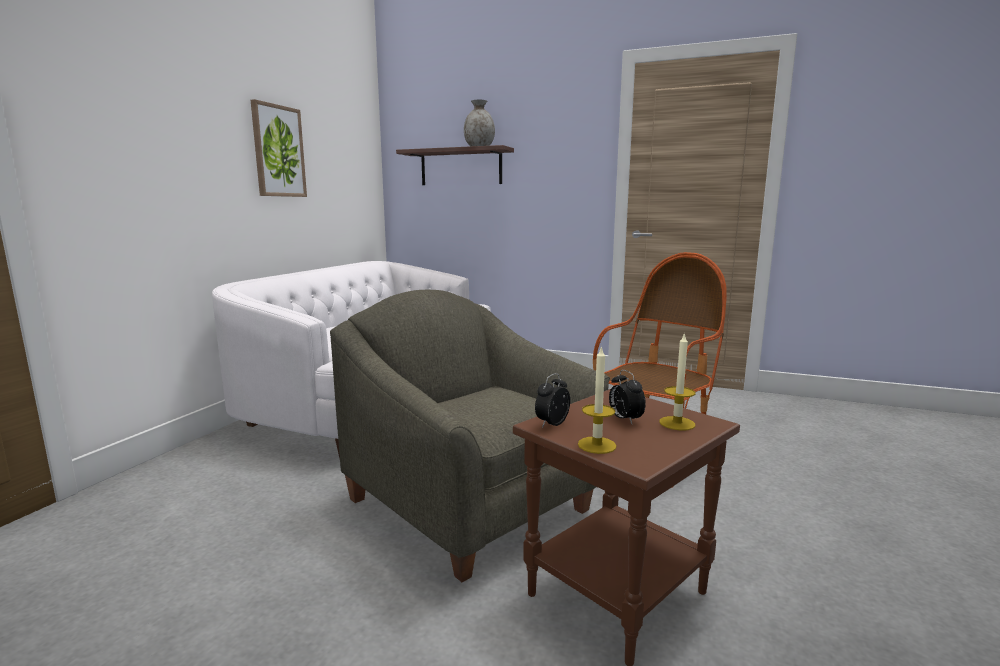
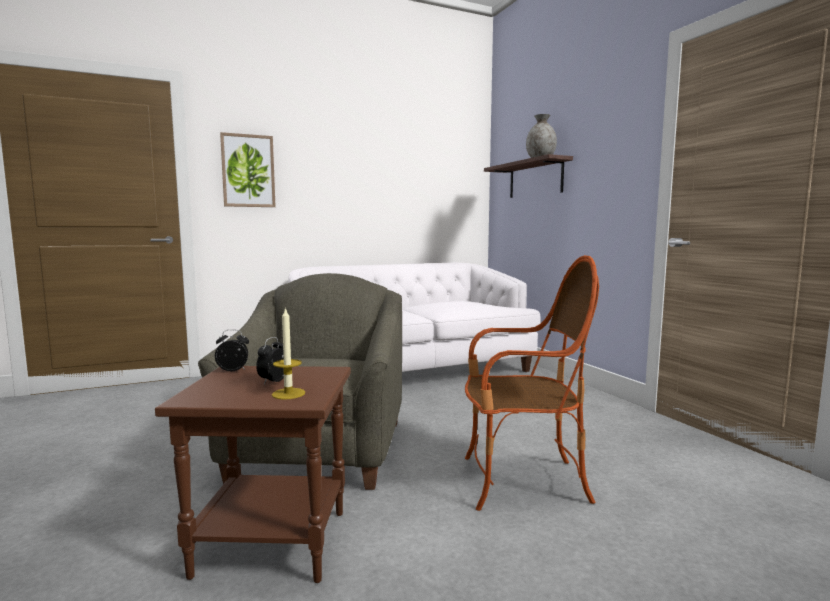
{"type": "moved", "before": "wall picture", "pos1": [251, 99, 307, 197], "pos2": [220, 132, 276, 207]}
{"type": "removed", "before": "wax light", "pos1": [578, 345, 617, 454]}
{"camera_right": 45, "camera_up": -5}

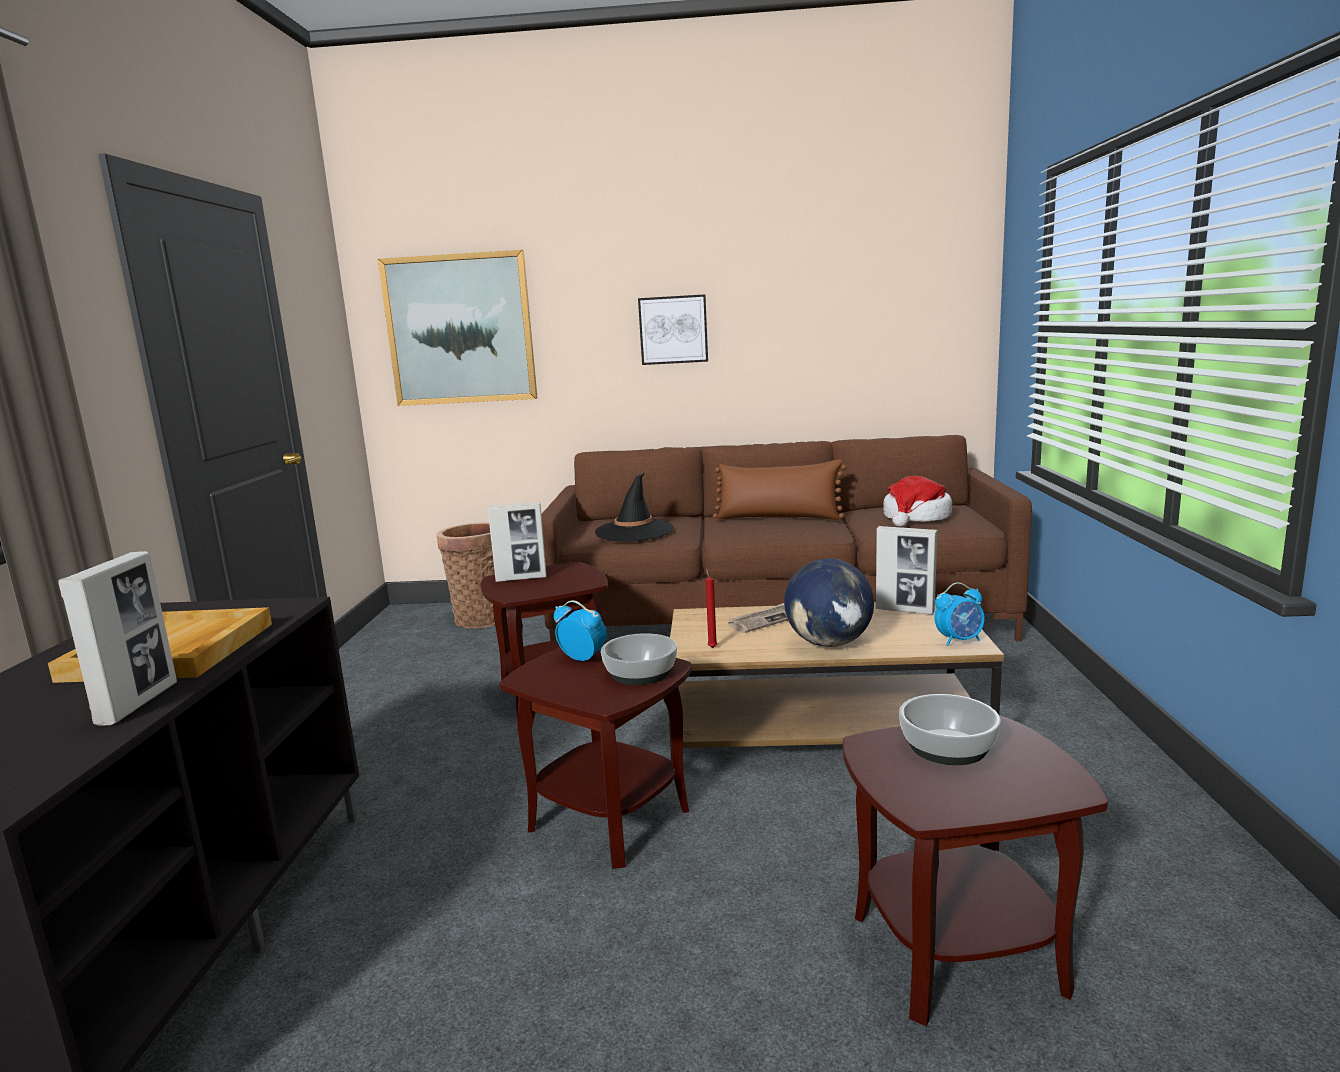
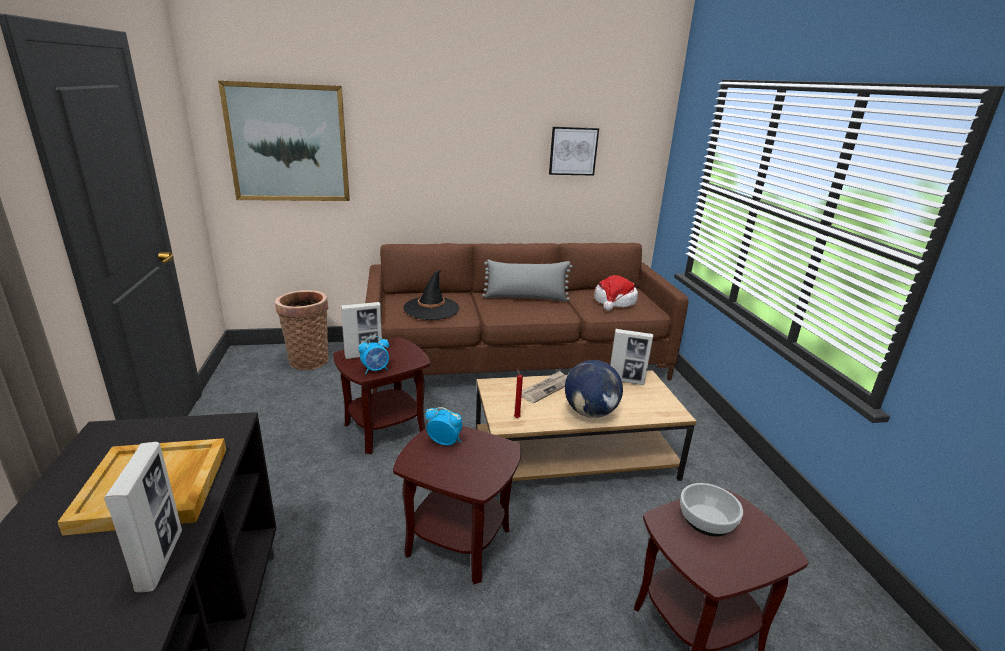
{"type": "moved", "before": "wall picture", "pos1": [638, 294, 708, 365], "pos2": [549, 127, 599, 176]}
{"type": "recoloured", "before": "brown pillow", "after": "greyish pillow", "pos1": [713, 459, 846, 520], "pos2": [482, 260, 572, 302]}
{"type": "moved", "before": "table clock", "pos1": [934, 582, 985, 646], "pos2": [358, 336, 389, 374]}
{"type": "removed", "before": "serving bowl", "pos1": [601, 633, 677, 685]}
{"camera_right": -15, "camera_up": 10}

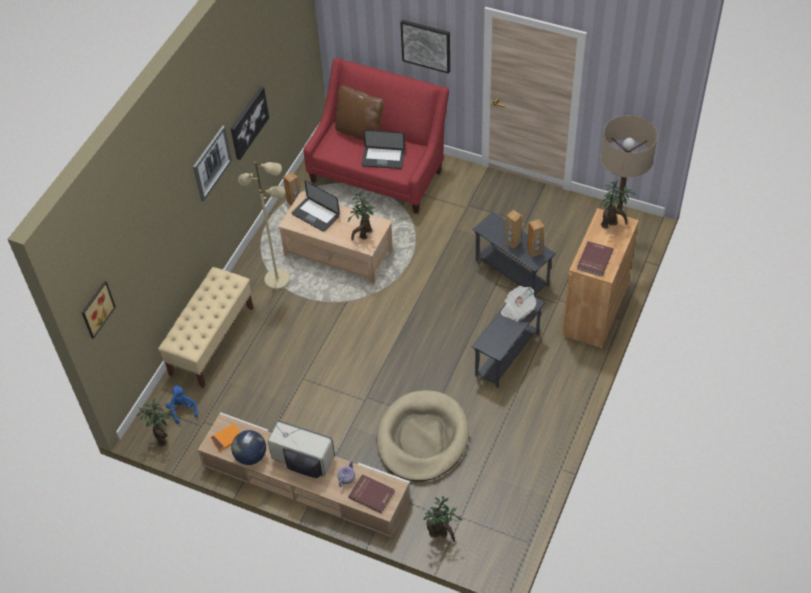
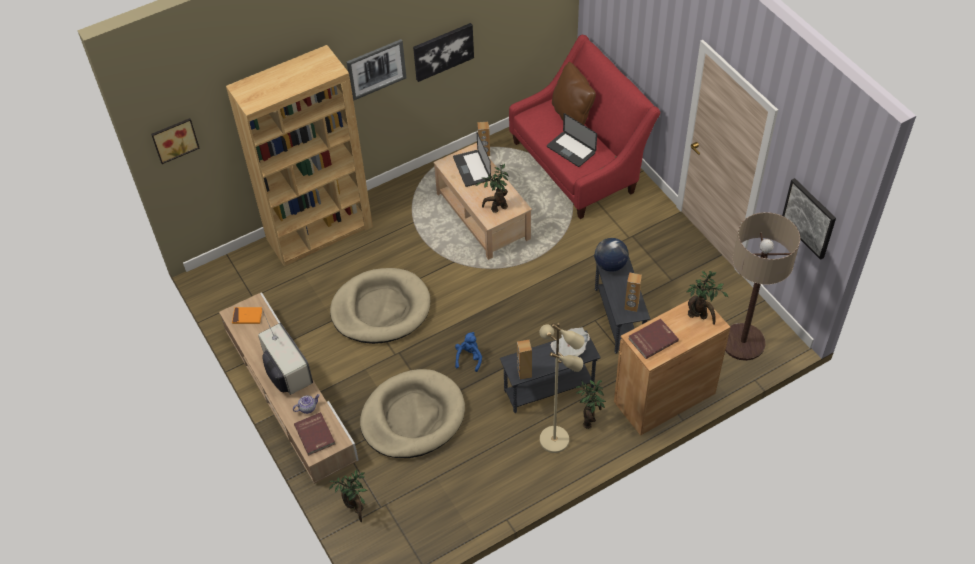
{"type": "moved", "before": "wall picture", "pos1": [400, 20, 450, 74], "pos2": [782, 178, 836, 260]}
{"type": "moved", "before": "sand-coloured floor lamp", "pos1": [238, 161, 290, 290], "pos2": [539, 323, 585, 453]}
{"type": "moved", "before": "brown speaker", "pos1": [505, 210, 522, 249], "pos2": [517, 340, 532, 380]}
{"type": "replaced", "before": "sand-coloured long seat", "after": "brown bookshelf", "pos1": [158, 267, 253, 388], "pos2": [226, 45, 373, 266]}
{"type": "moved", "before": "bluish plush toy", "pos1": [166, 385, 198, 424], "pos2": [455, 332, 482, 372]}
{"type": "moved", "before": "potted plant", "pos1": [137, 399, 171, 447], "pos2": [575, 380, 606, 429]}
{"type": "moved", "before": "desk globe", "pos1": [231, 430, 266, 465], "pos2": [595, 238, 629, 272]}
{"type": "added", "after": "sand-coloured dog bed", "pos2": [330, 268, 430, 344]}
{"camera_right": 35, "camera_up": 0}

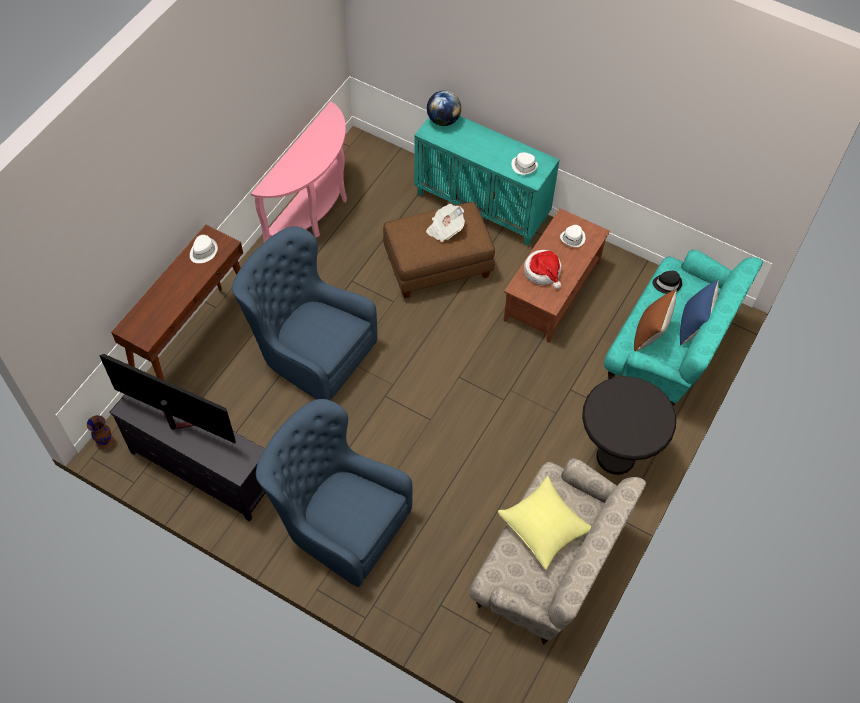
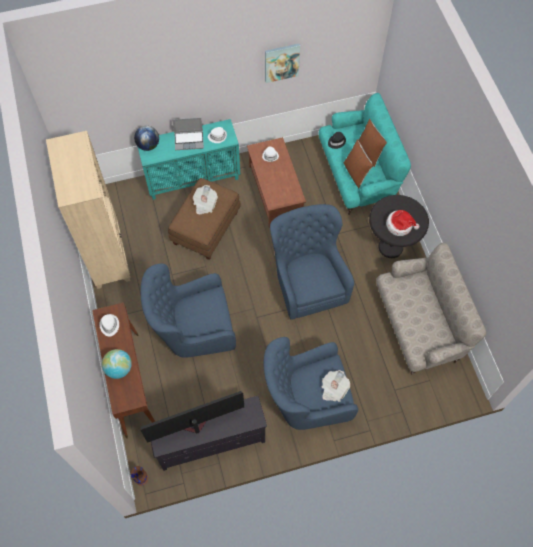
{"type": "replaced", "before": "pinkish hall table", "after": "sand-coloured bookshelf", "pos1": [251, 101, 347, 243], "pos2": [46, 131, 131, 289]}
{"type": "moved", "before": "clothing hat", "pos1": [524, 250, 562, 289], "pos2": [386, 210, 419, 236]}
{"type": "recoloured", "before": "bluish pillow", "after": "brown pillow", "pos1": [680, 279, 719, 346], "pos2": [358, 119, 387, 167]}
{"type": "removed", "before": "yellowish pillow", "pos1": [498, 476, 592, 570]}
{"type": "added", "after": "wall picture", "pos2": [265, 44, 300, 83]}
{"type": "added", "after": "portable computer", "pos2": [172, 117, 204, 150]}
{"type": "added", "after": "bluish lounge chair", "pos2": [270, 204, 354, 320]}
{"type": "added", "after": "desk globe", "pos2": [102, 349, 132, 379]}
{"type": "added", "after": "daily paper", "pos2": [322, 370, 350, 402]}
{"camera_right": -45, "camera_up": 5}

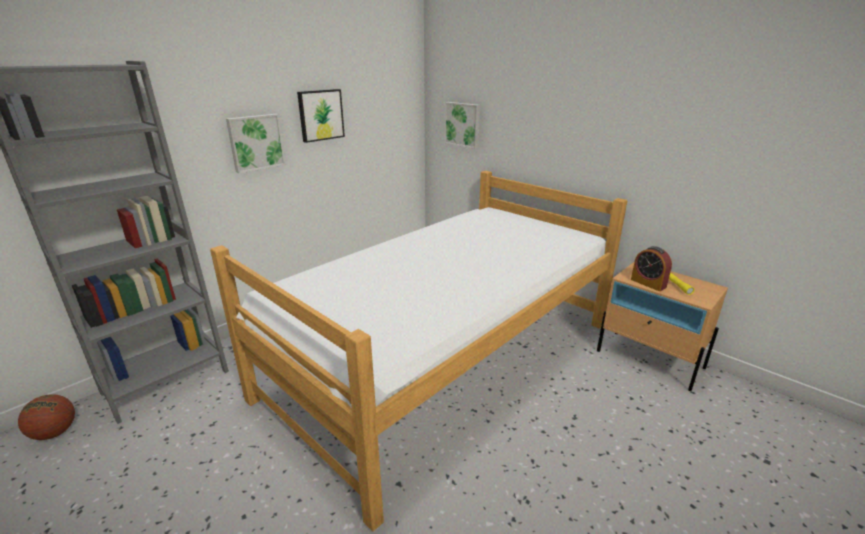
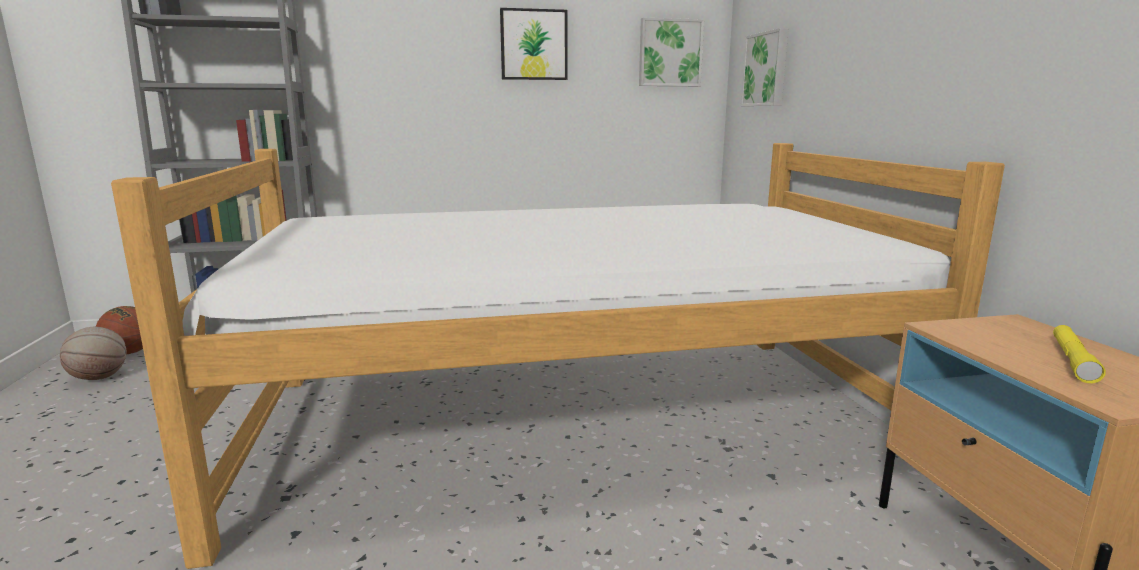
{"type": "moved", "before": "wall picture", "pos1": [226, 114, 286, 173], "pos2": [639, 18, 704, 86]}
{"type": "removed", "before": "table clock", "pos1": [631, 246, 672, 291]}
{"type": "added", "after": "basketball ball", "pos2": [60, 327, 127, 380]}
{"camera_right": 35, "camera_up": -10}

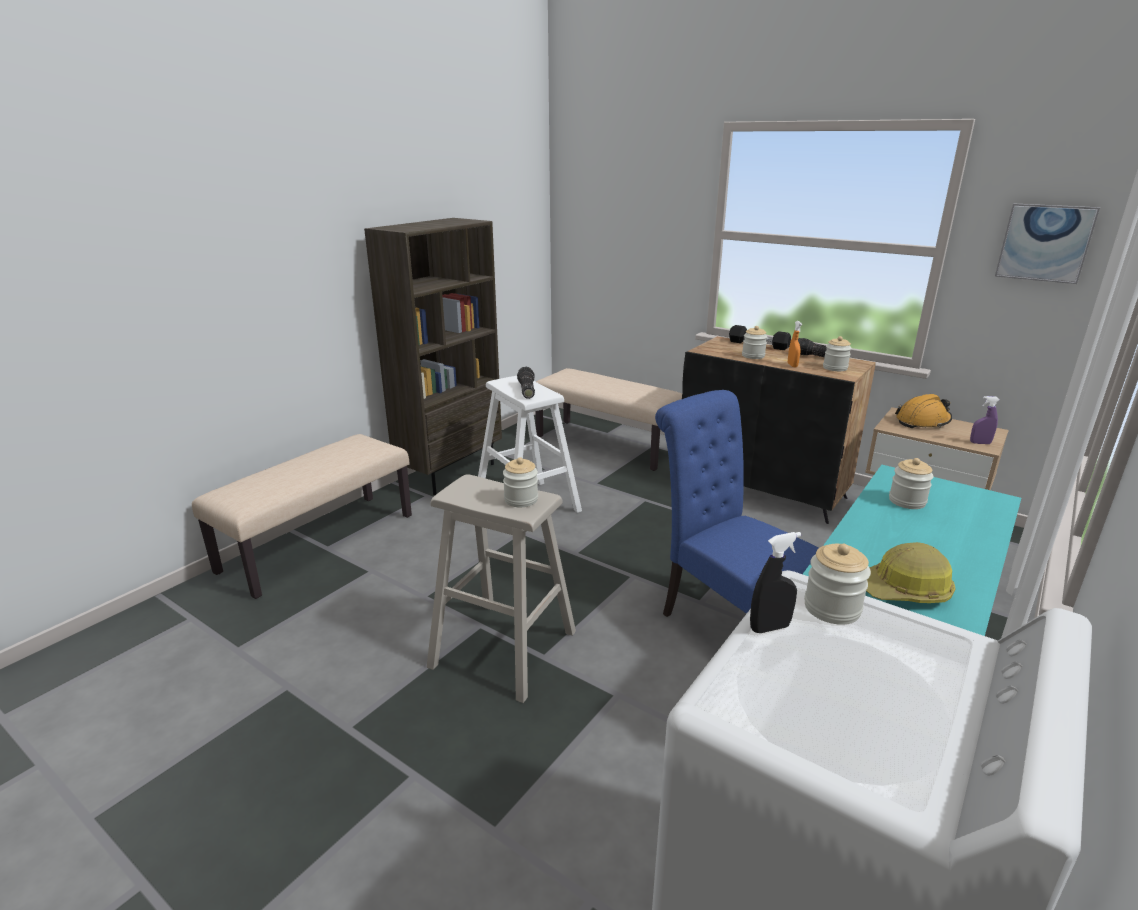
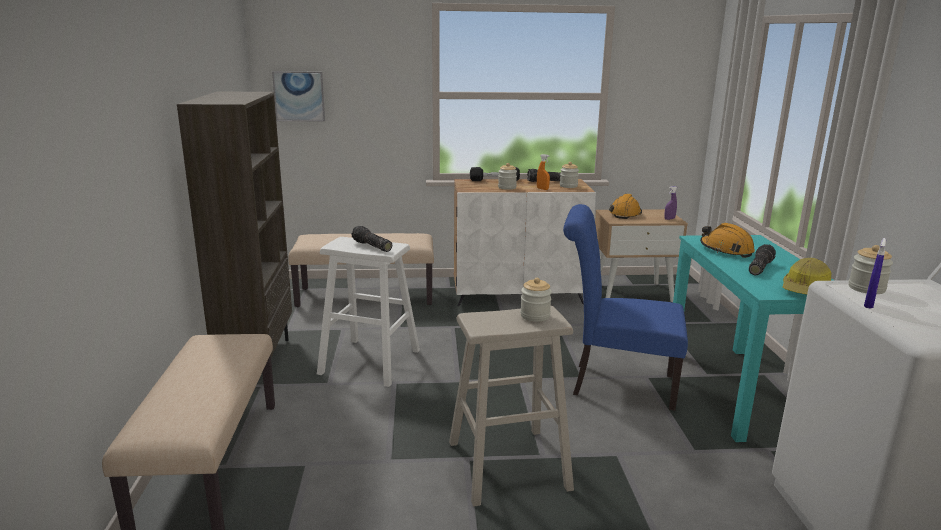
{"type": "moved", "before": "wall picture", "pos1": [995, 204, 1100, 284], "pos2": [272, 71, 325, 121]}
{"type": "recoloured", "before": "black-coloured storage cabinet", "after": "whitish storage cabinet", "pos1": [682, 336, 876, 524], "pos2": [454, 179, 596, 306]}
{"type": "replaced", "before": "preserve jar", "after": "orangey work helmet", "pos1": [889, 458, 934, 509], "pos2": [700, 223, 755, 258]}
{"type": "recoloured", "before": "black-coloured sprayer", "after": "bluish sprayer", "pos1": [750, 532, 801, 633], "pos2": [864, 238, 886, 308]}
{"type": "added", "after": "flashlight", "pos2": [749, 244, 776, 275]}
{"camera_right": -40, "camera_up": -5}

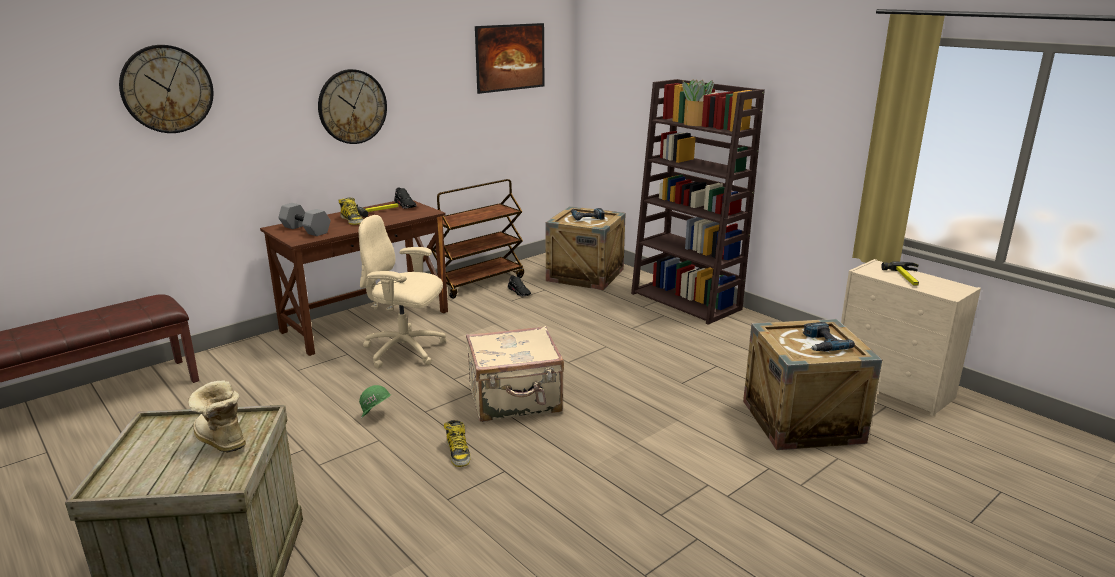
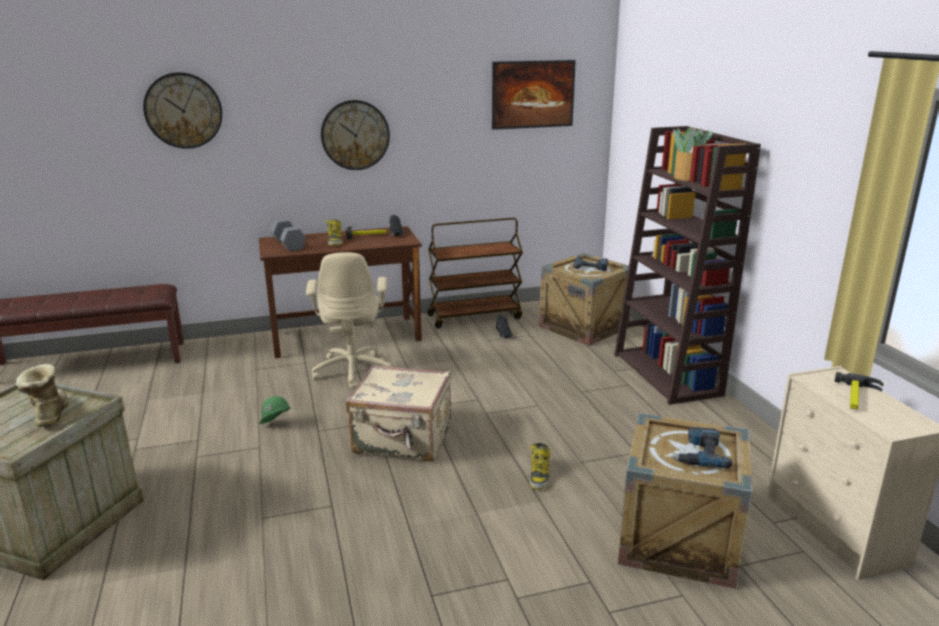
{"type": "turned", "before": "sand-coloured office chair", "pos1": [359, 215, 446, 368], "pos2": [306, 252, 392, 390], "turn": -135}
{"type": "moved", "before": "tall boot", "pos1": [444, 420, 471, 467], "pos2": [530, 443, 550, 490]}
{"camera_right": 25, "camera_up": 0}

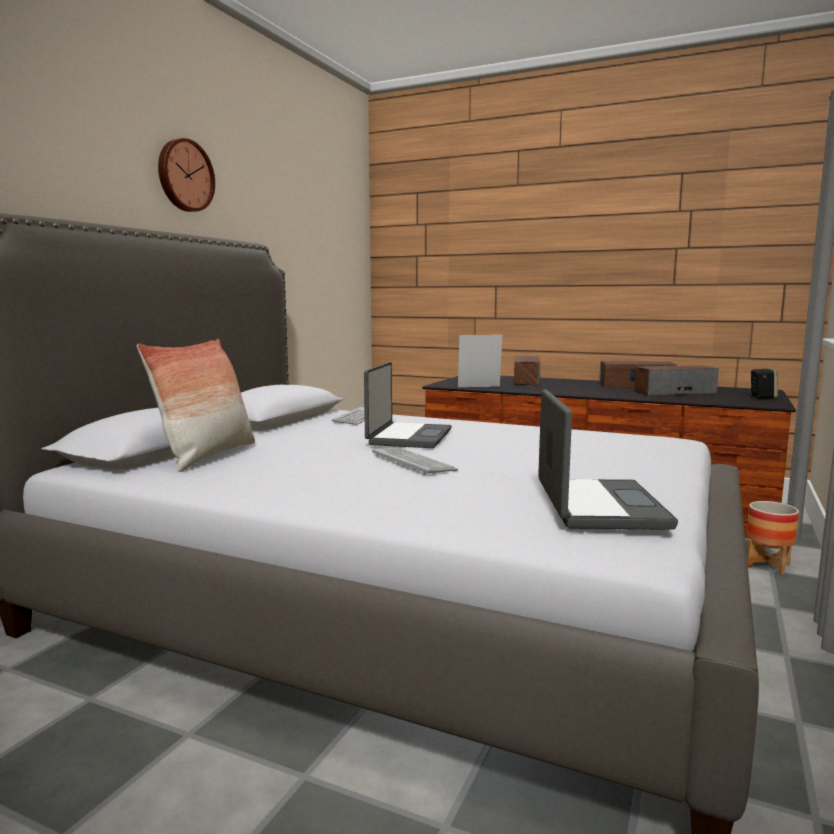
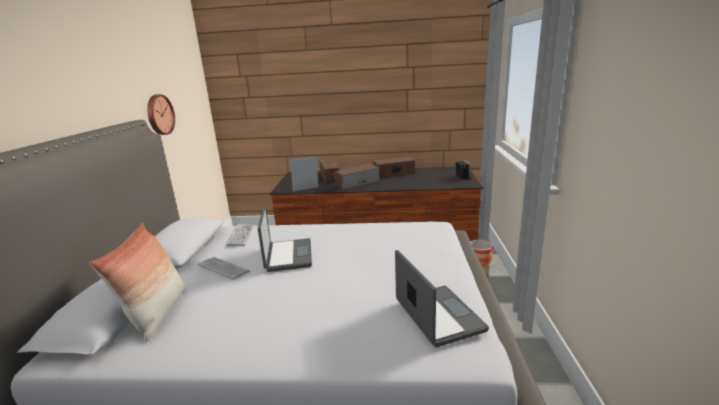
{"type": "moved", "before": "hanging clock", "pos1": [158, 138, 215, 212], "pos2": [147, 94, 175, 135]}
{"type": "moved", "before": "speaker", "pos1": [635, 365, 719, 396], "pos2": [334, 164, 379, 190]}
{"type": "moved", "before": "PC keyboard", "pos1": [372, 447, 458, 474], "pos2": [197, 257, 250, 280]}
{"camera_right": -20, "camera_up": 10}

